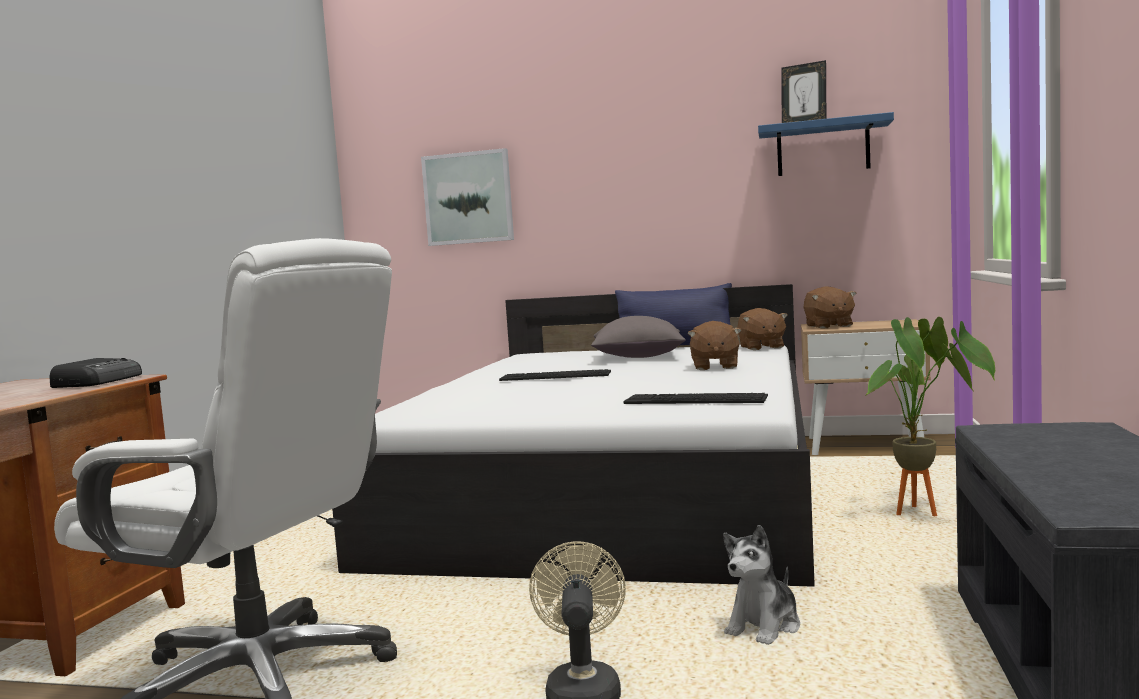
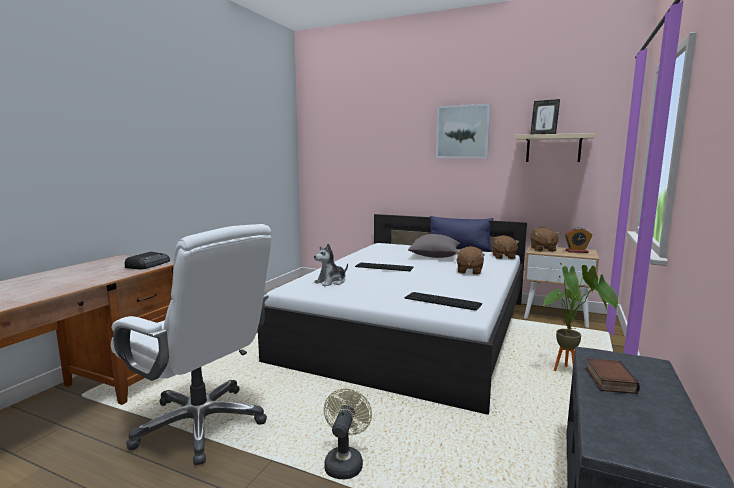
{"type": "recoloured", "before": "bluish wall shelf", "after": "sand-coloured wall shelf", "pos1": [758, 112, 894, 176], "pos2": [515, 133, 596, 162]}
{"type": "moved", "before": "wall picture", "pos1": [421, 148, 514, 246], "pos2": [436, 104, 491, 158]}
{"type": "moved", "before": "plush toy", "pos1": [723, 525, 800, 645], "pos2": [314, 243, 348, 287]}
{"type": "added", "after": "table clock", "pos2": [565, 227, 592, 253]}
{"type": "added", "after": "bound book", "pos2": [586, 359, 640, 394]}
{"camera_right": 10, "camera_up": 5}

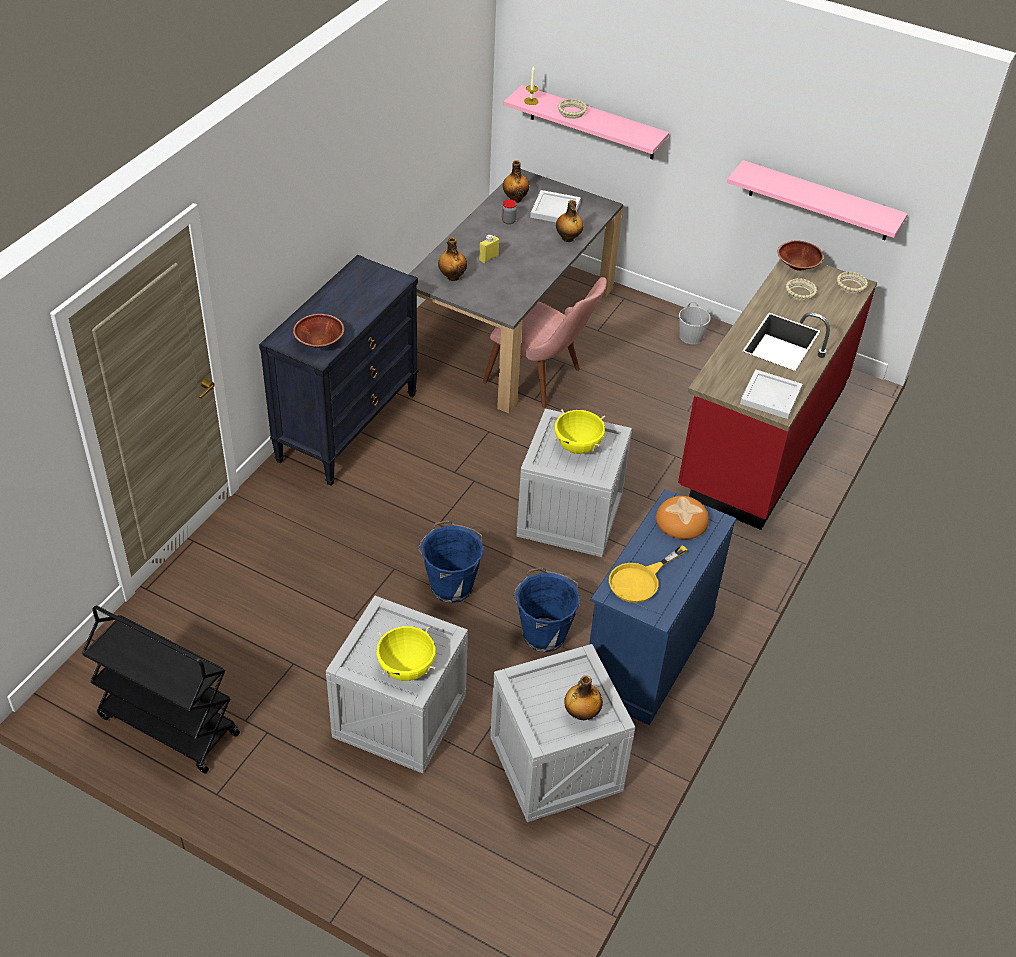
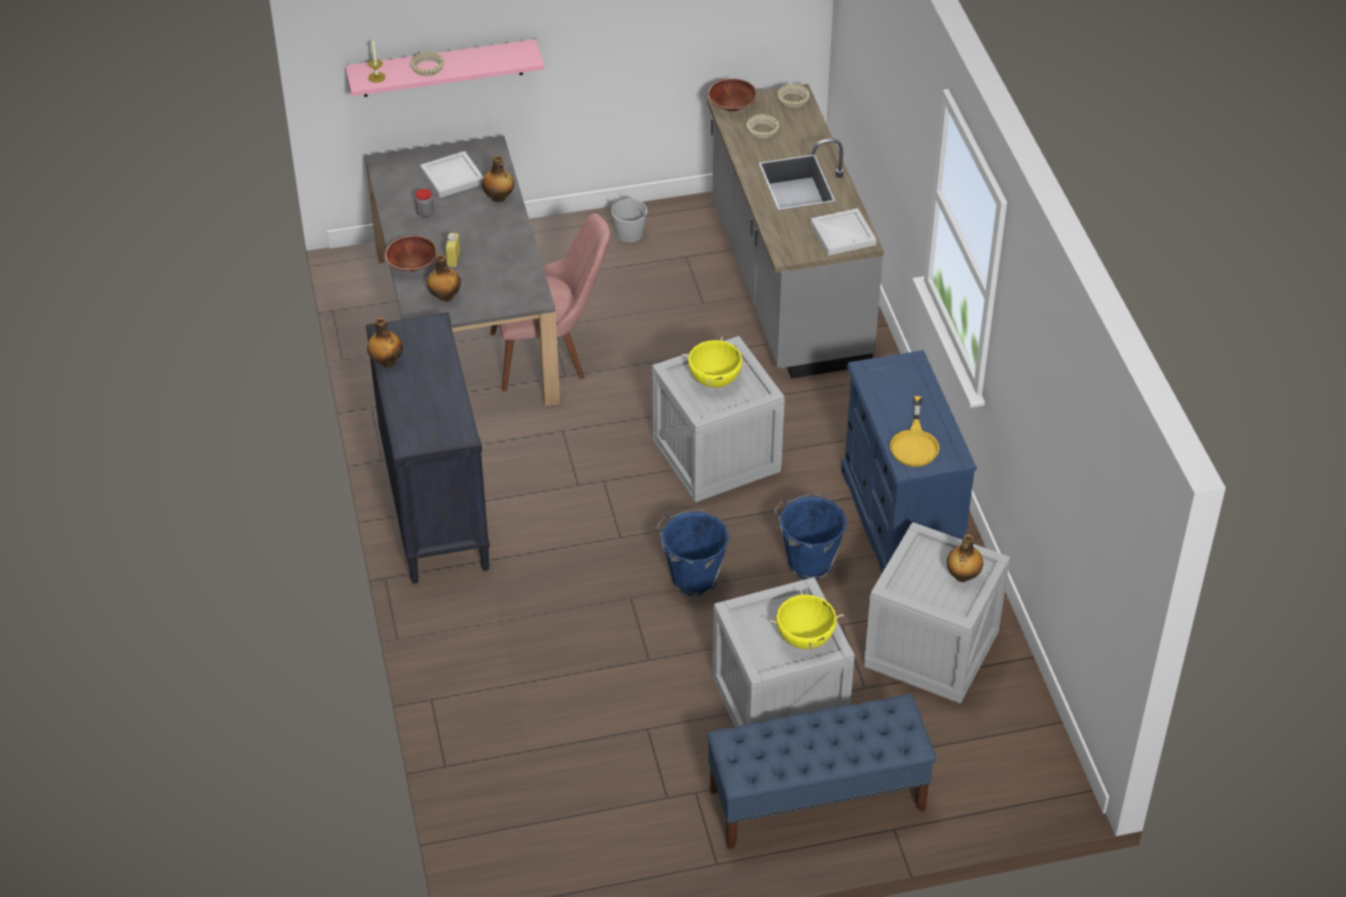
{"type": "moved", "before": "bottle", "pos1": [503, 160, 529, 203], "pos2": [367, 318, 403, 367]}
{"type": "removed", "before": "pinkish wall shelf", "pos1": [727, 160, 908, 240]}
{"type": "recoloured", "before": "red counter", "after": "greyish counter", "pos1": [678, 259, 877, 530], "pos2": [707, 84, 884, 379]}
{"type": "moved", "before": "brown serving bowl", "pos1": [293, 314, 344, 348], "pos2": [385, 235, 438, 271]}
{"type": "removed", "before": "bread", "pos1": [656, 496, 709, 540]}
{"type": "removed", "before": "black-coloured wheeled cart", "pos1": [82, 606, 240, 774]}
{"type": "added", "after": "bluish long seat", "pos2": [707, 694, 936, 849]}
{"camera_right": -40, "camera_up": 0}

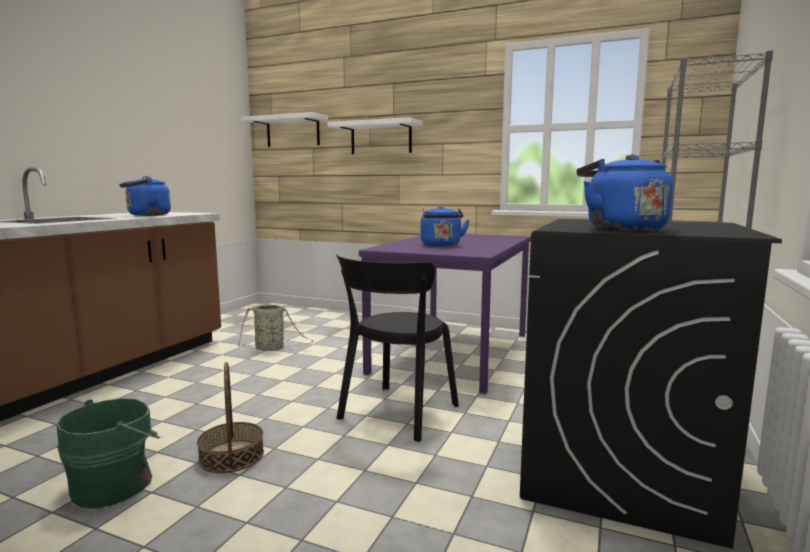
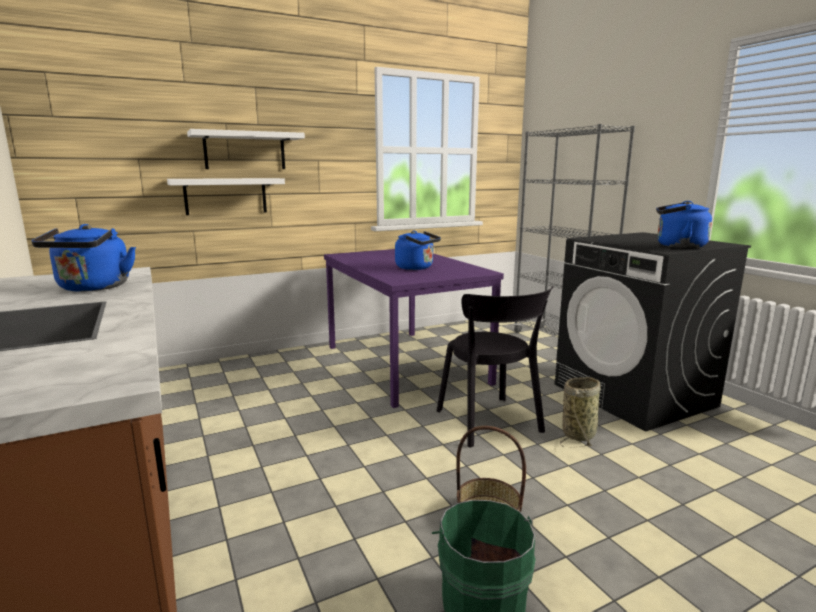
{"type": "moved", "before": "whitish wall shelf", "pos1": [241, 112, 328, 147], "pos2": [167, 178, 285, 215]}
{"type": "moved", "before": "household basket", "pos1": [238, 304, 313, 351], "pos2": [560, 377, 601, 446]}
{"camera_right": -50, "camera_up": 5}

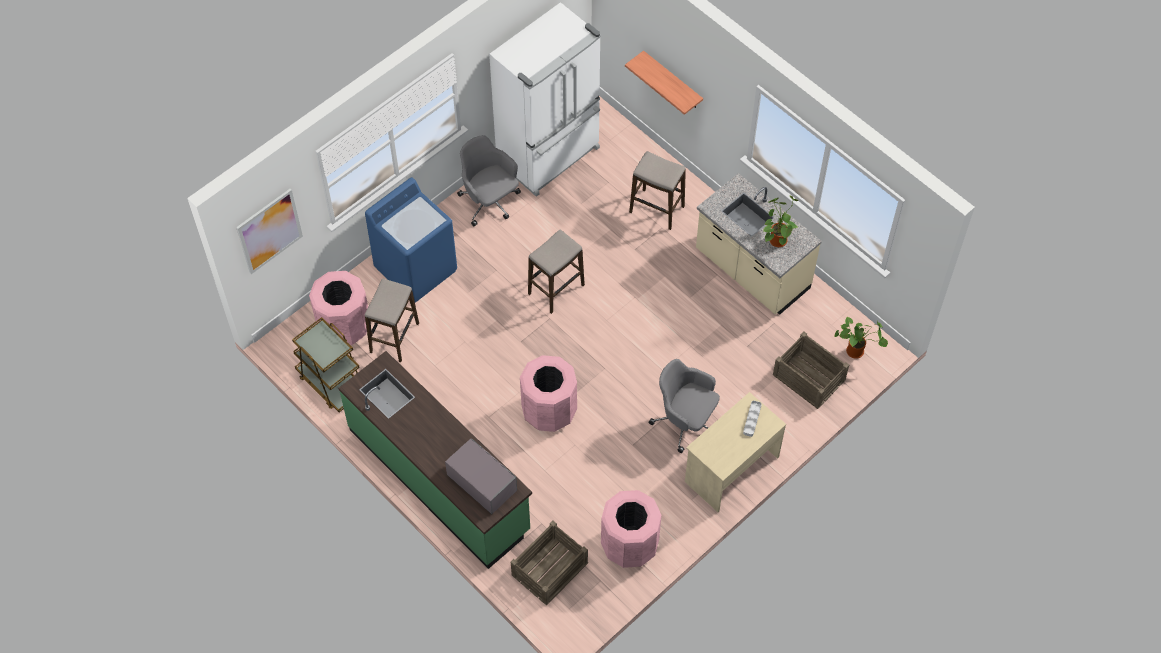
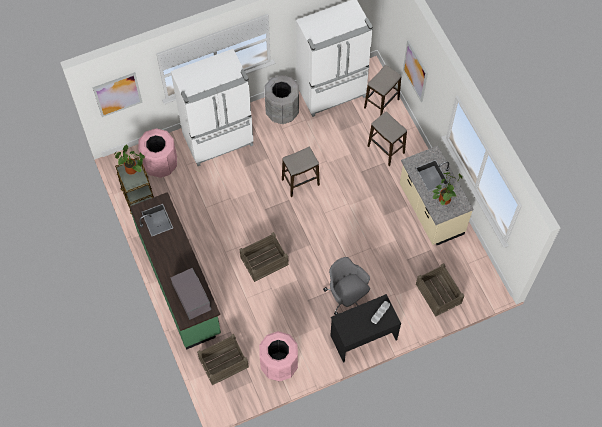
{"type": "replaced", "before": "wall shelf", "after": "wall picture", "pos1": [625, 51, 703, 115], "pos2": [403, 40, 428, 102]}
{"type": "replaced", "before": "greyish office chair", "after": "greyish trash can", "pos1": [457, 135, 521, 226], "pos2": [265, 75, 299, 124]}
{"type": "replaced", "before": "bluish washing machine", "after": "whitish fridge", "pos1": [365, 178, 457, 303], "pos2": [171, 49, 253, 166]}
{"type": "moved", "before": "stool seat", "pos1": [365, 279, 419, 362], "pos2": [364, 65, 401, 116]}
{"type": "moved", "before": "potted plant", "pos1": [835, 317, 888, 359], "pos2": [114, 145, 145, 175]}
{"type": "replaced", "before": "pinkish trash can", "after": "packing crate", "pos1": [520, 355, 577, 432], "pos2": [240, 232, 289, 282]}
{"type": "recoloured", "before": "sand-coloured desk table", "after": "black-coloured desk table", "pos1": [685, 392, 786, 512], "pos2": [330, 294, 401, 363]}
{"camera_right": 20, "camera_up": 5}

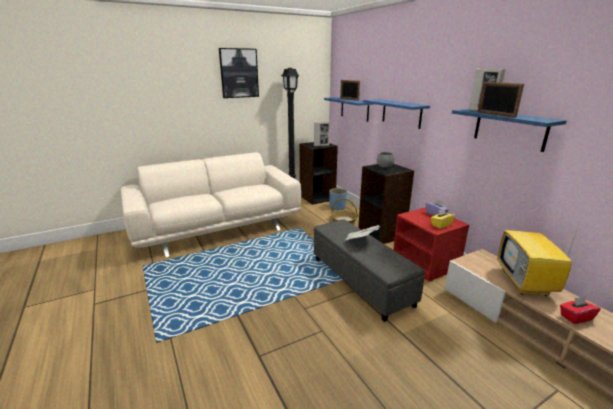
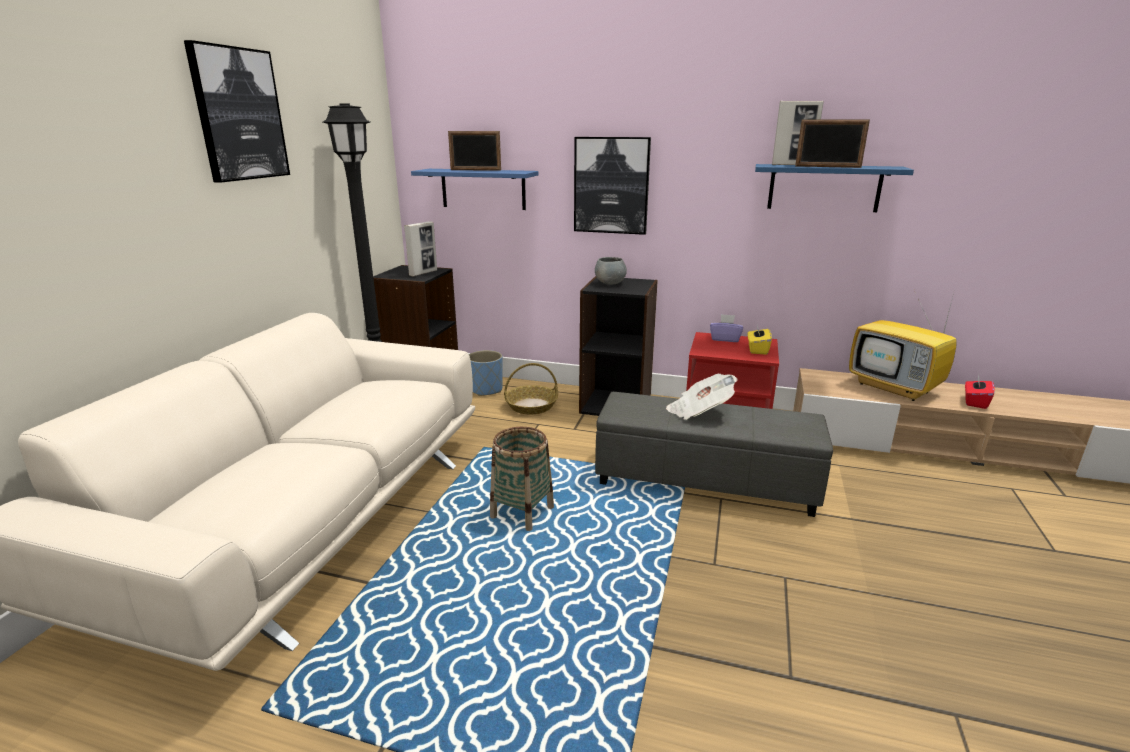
{"type": "replaced", "before": "bluish wall shelf", "after": "wall picture", "pos1": [363, 99, 430, 129], "pos2": [574, 137, 651, 235]}
{"type": "added", "after": "household basket", "pos2": [490, 427, 554, 531]}
{"camera_right": -45, "camera_up": 0}

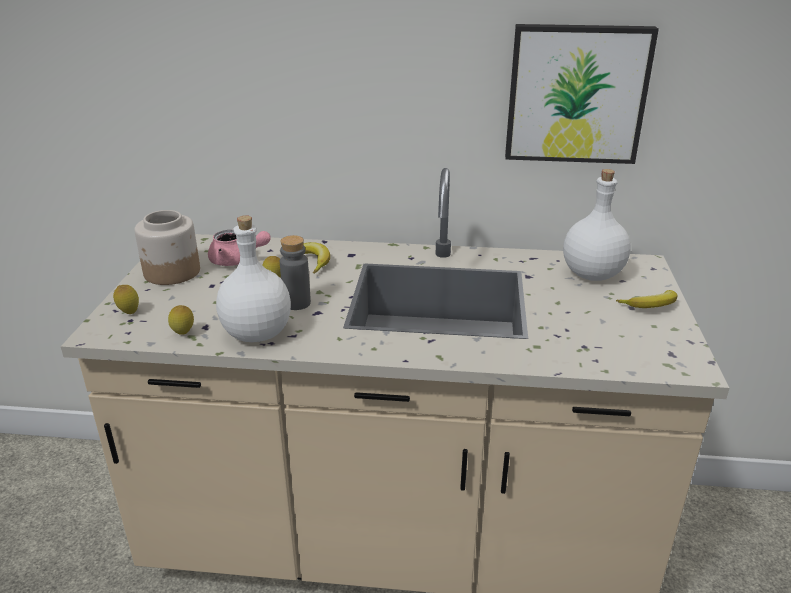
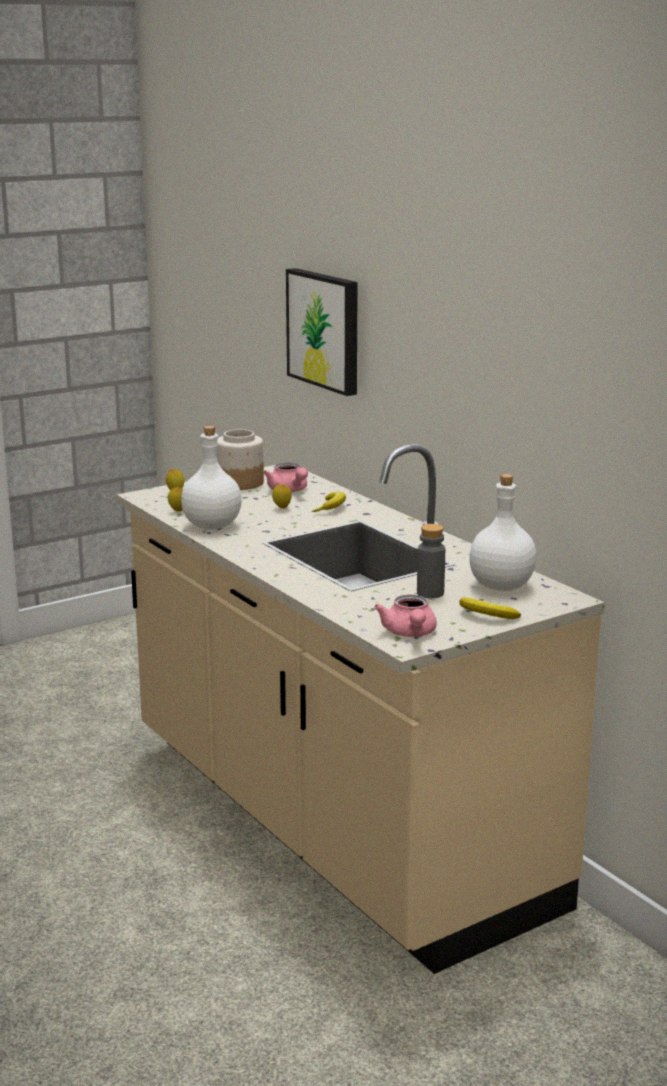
{"type": "moved", "before": "wall picture", "pos1": [505, 24, 659, 164], "pos2": [286, 268, 358, 396]}
{"type": "moved", "before": "greyish bottle", "pos1": [280, 235, 311, 310], "pos2": [417, 524, 445, 598]}
{"type": "added", "after": "pinkish teapot", "pos2": [374, 595, 437, 637]}
{"camera_right": 50, "camera_up": -10}

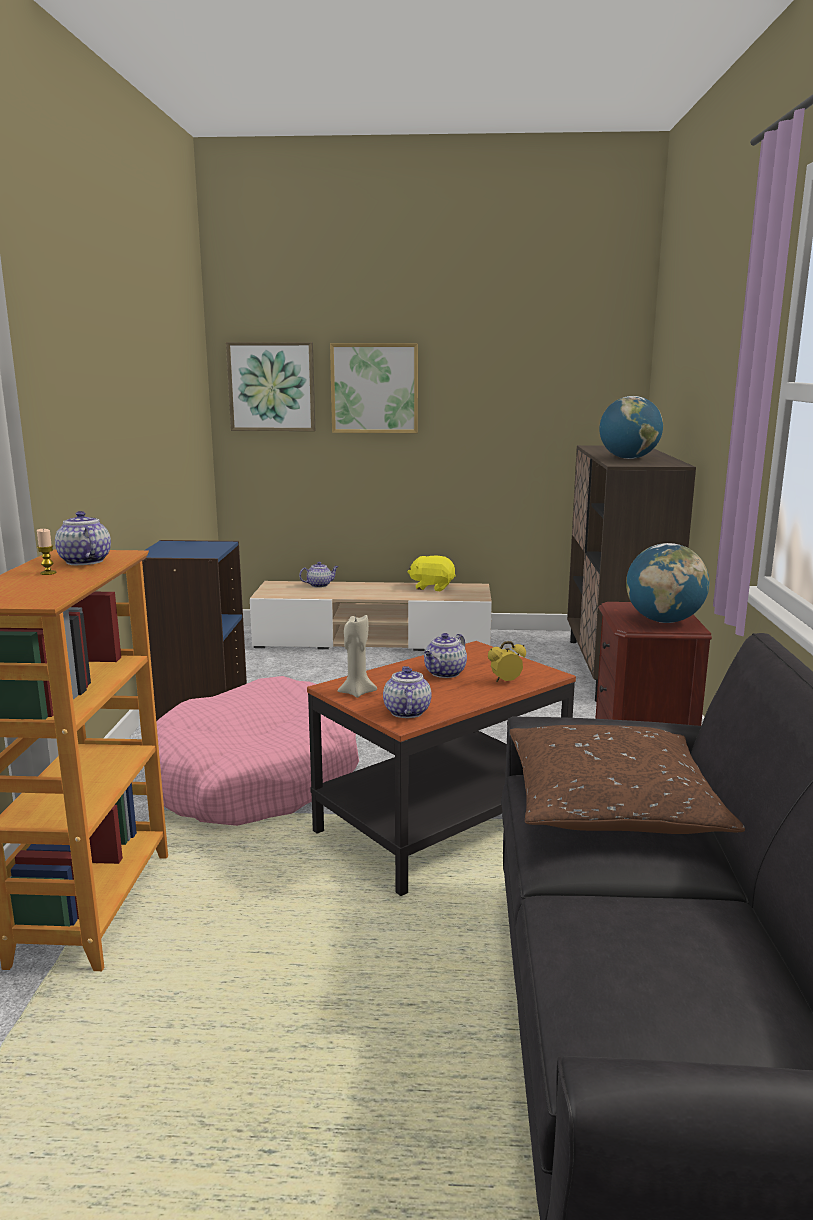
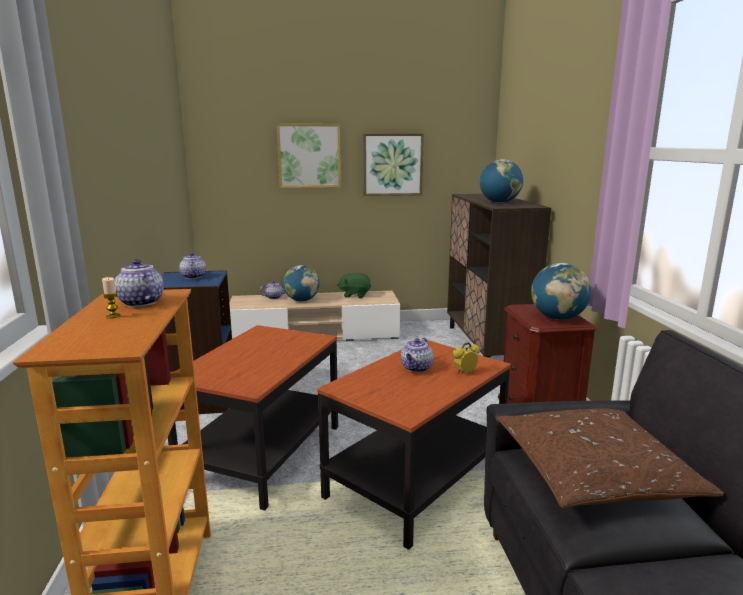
{"type": "moved", "before": "wall picture", "pos1": [226, 342, 315, 431], "pos2": [363, 134, 424, 196]}
{"type": "recoloured", "before": "yellowish plush toy", "after": "green-coloured plush toy", "pos1": [408, 556, 455, 591], "pos2": [337, 273, 371, 298]}
{"type": "removed", "before": "sand-coloured wax light", "pos1": [337, 615, 377, 698]}
{"type": "moved", "before": "teapot", "pos1": [383, 666, 432, 718], "pos2": [179, 253, 206, 279]}
{"type": "replaced", "before": "pinkish dog bed", "after": "side table", "pos1": [156, 676, 359, 826], "pos2": [168, 325, 338, 510]}
{"type": "added", "after": "desk globe", "pos2": [283, 265, 320, 301]}
{"camera_right": -10, "camera_up": 0}

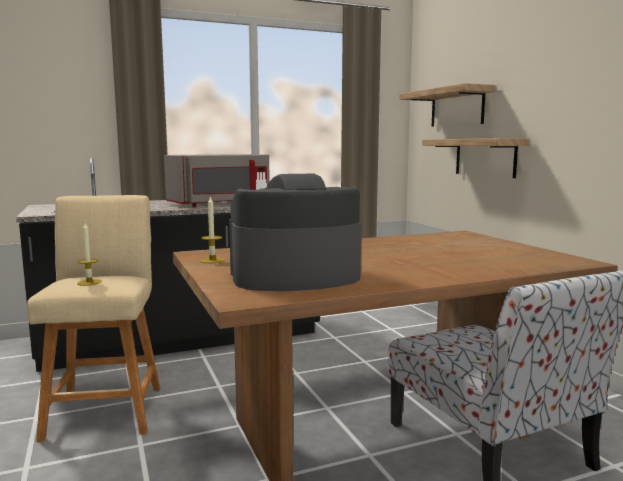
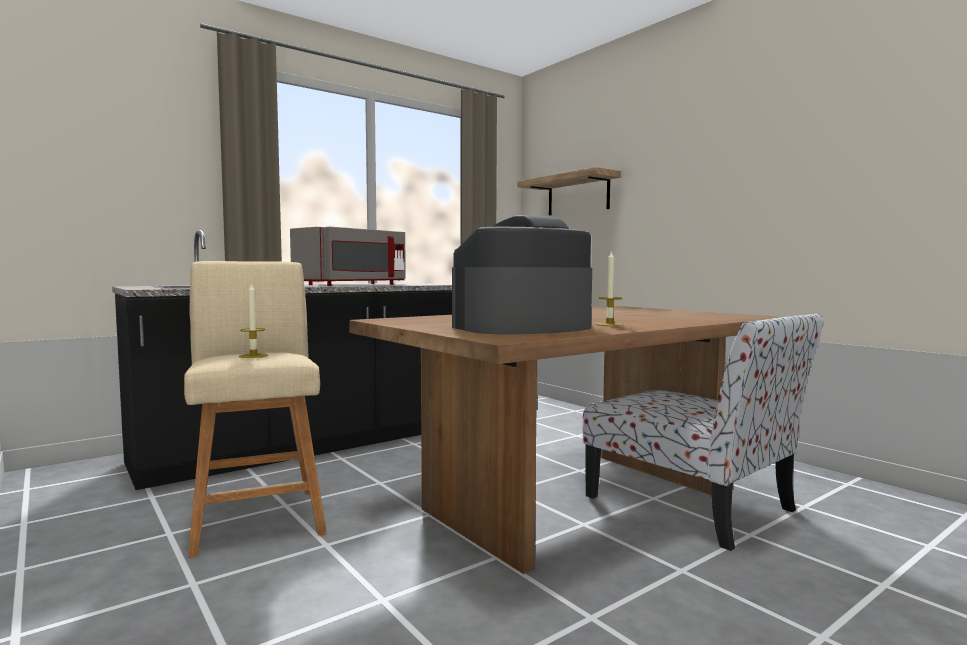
{"type": "removed", "before": "wall shelf", "pos1": [422, 138, 529, 178]}
{"type": "moved", "before": "wax light", "pos1": [200, 197, 225, 263], "pos2": [596, 250, 624, 326]}
{"camera_right": -15, "camera_up": -5}

